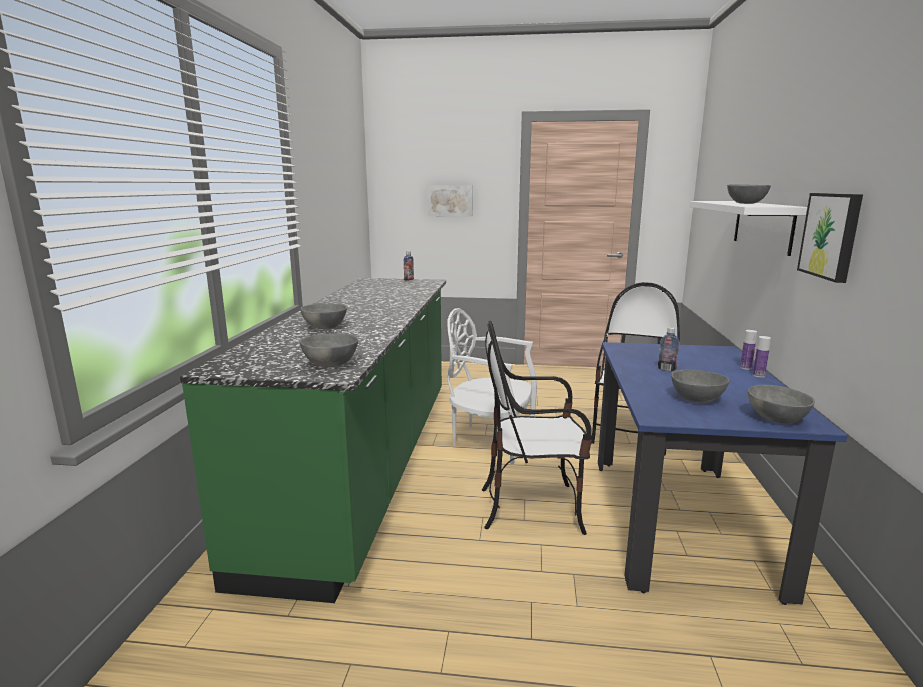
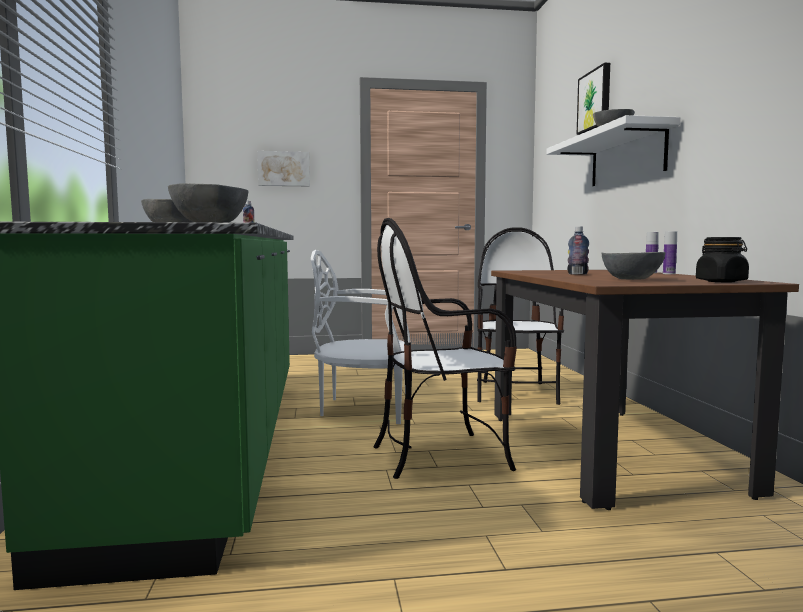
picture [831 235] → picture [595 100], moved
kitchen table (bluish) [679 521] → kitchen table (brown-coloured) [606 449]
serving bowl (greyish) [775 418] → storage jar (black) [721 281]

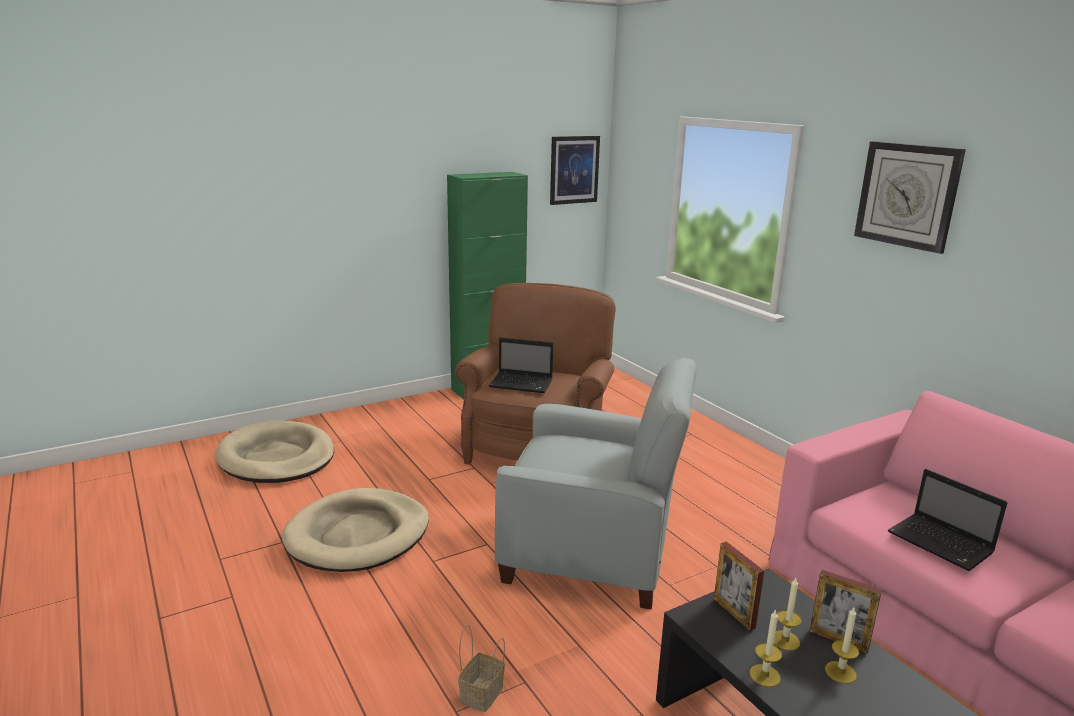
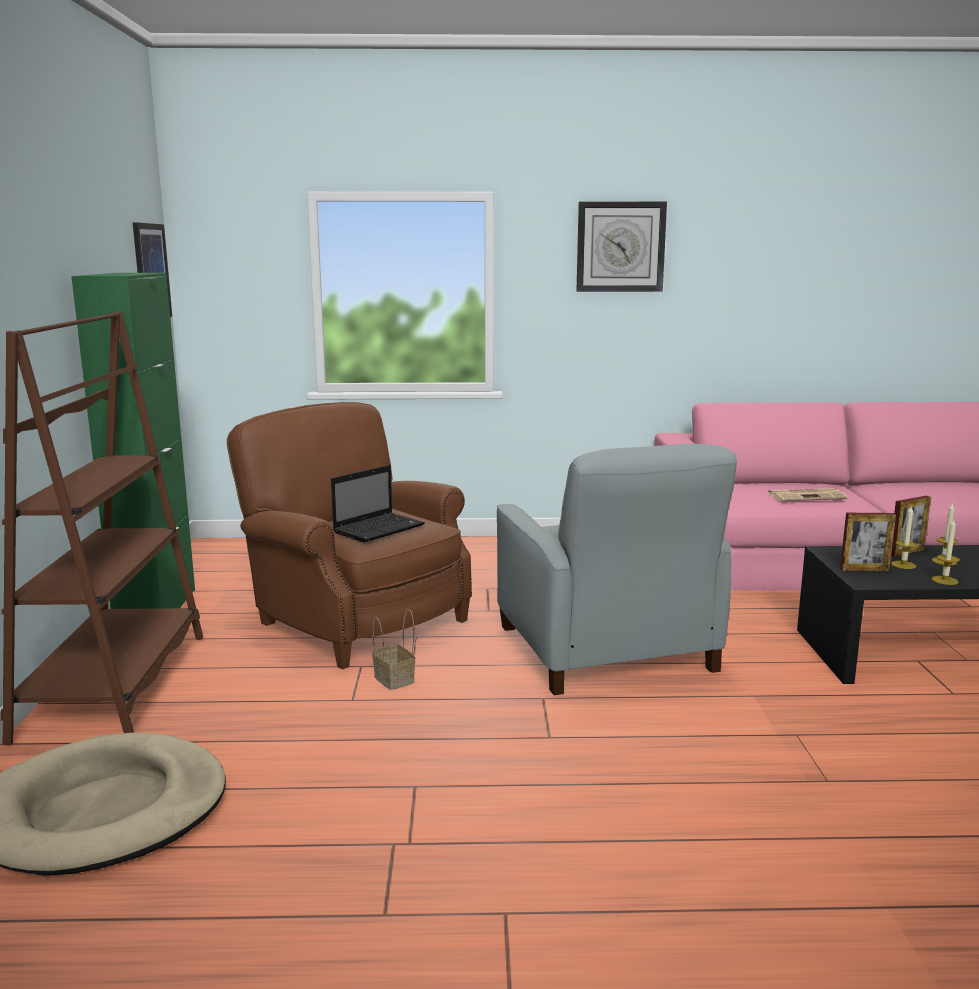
armchair (greyish) [592 551] → armchair (greyish) [606 650], 120 degrees clockwise
laptop [942 544] → newspaper [807 496]
pet bed (beige-coloured) [358 535] → -
basket [481 695] → basket [395 680], moved
- → bookshelf (brown-coloured) [115 685]

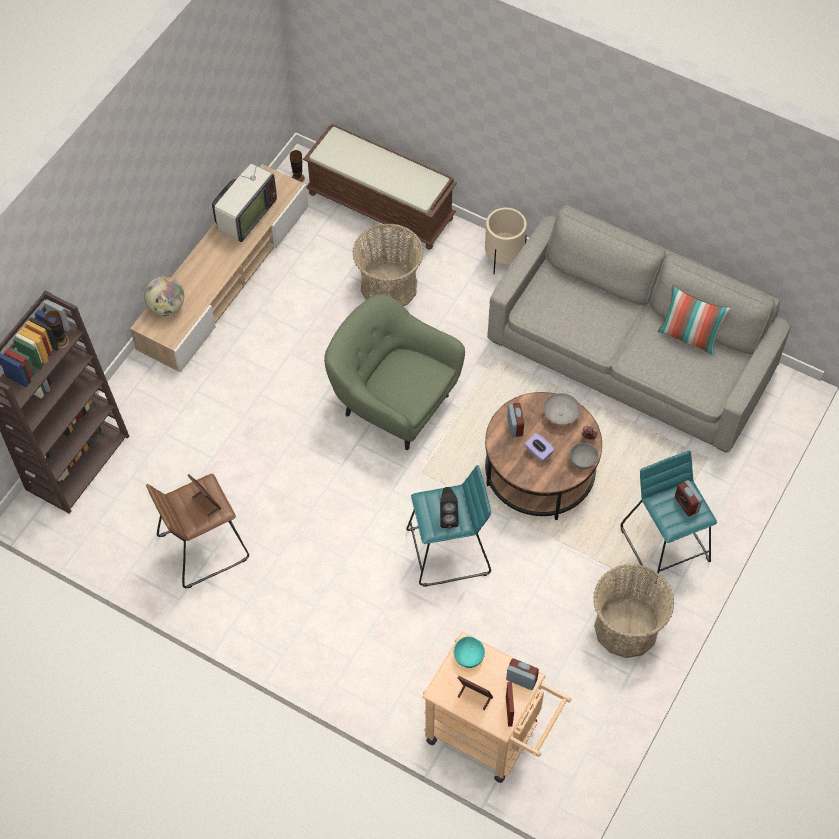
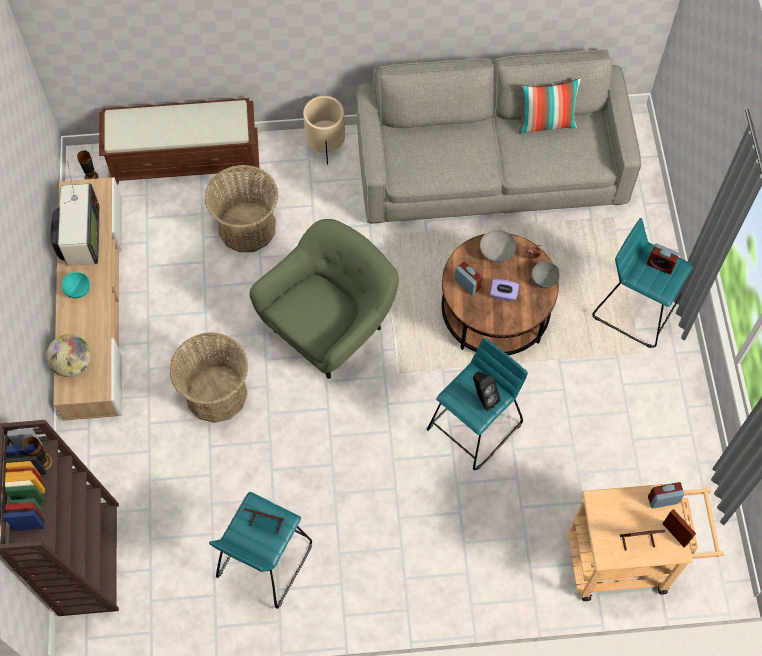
armchair (greenish) [393 403] → armchair (greenish) [330 327], 135 degrees clockwise
stool seat (brown-coloured) [203 547] → stool seat (turquoise) [264 560]
basket [626 627] → basket [216 393], moved
serving bowl (turquoise) [469 656] → serving bowl (turquoise) [78 289], moved

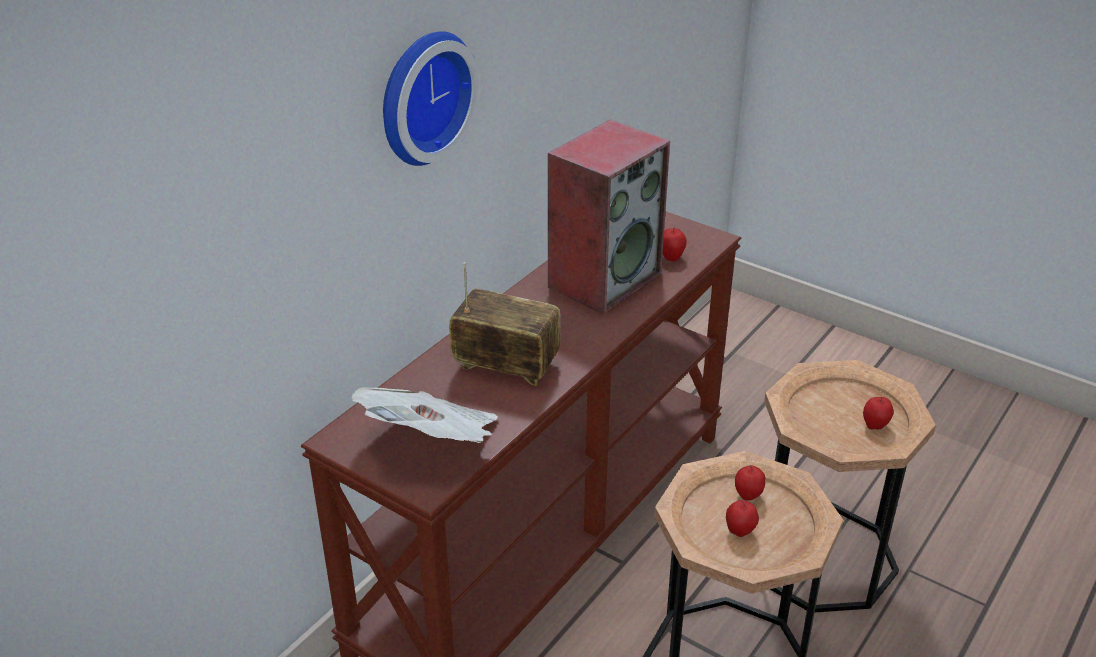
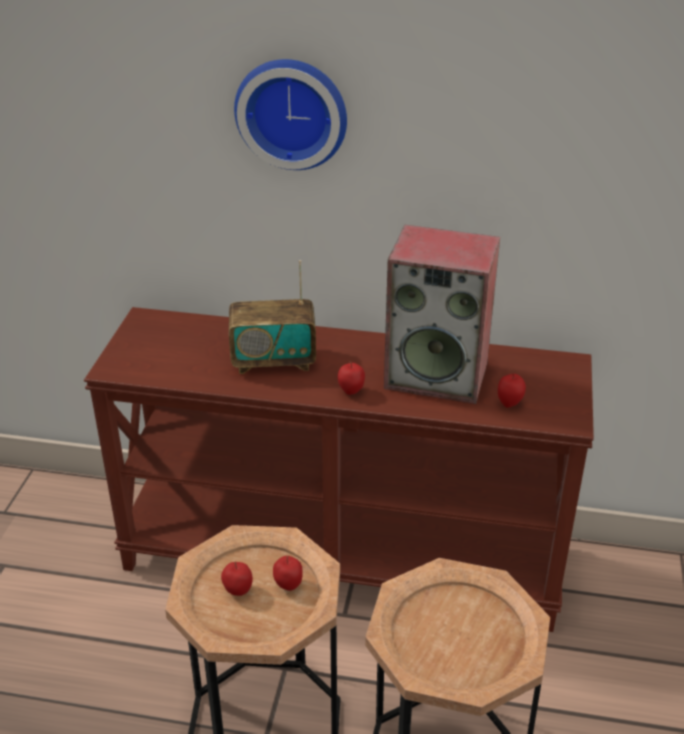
radio [506 366] → radio [273 361], 90 degrees clockwise
newspaper [433 442] → -
apple [875 426] → apple [351 392], moved

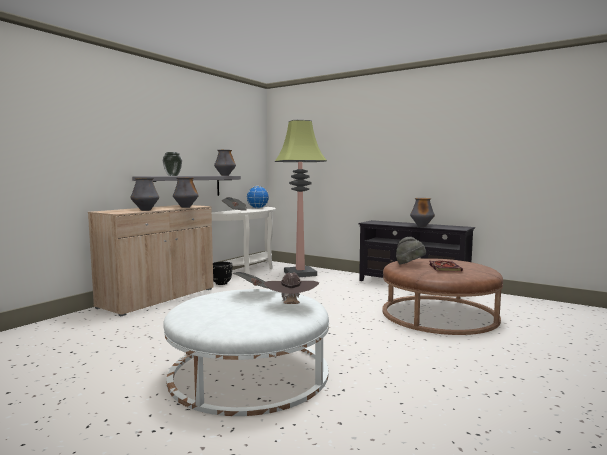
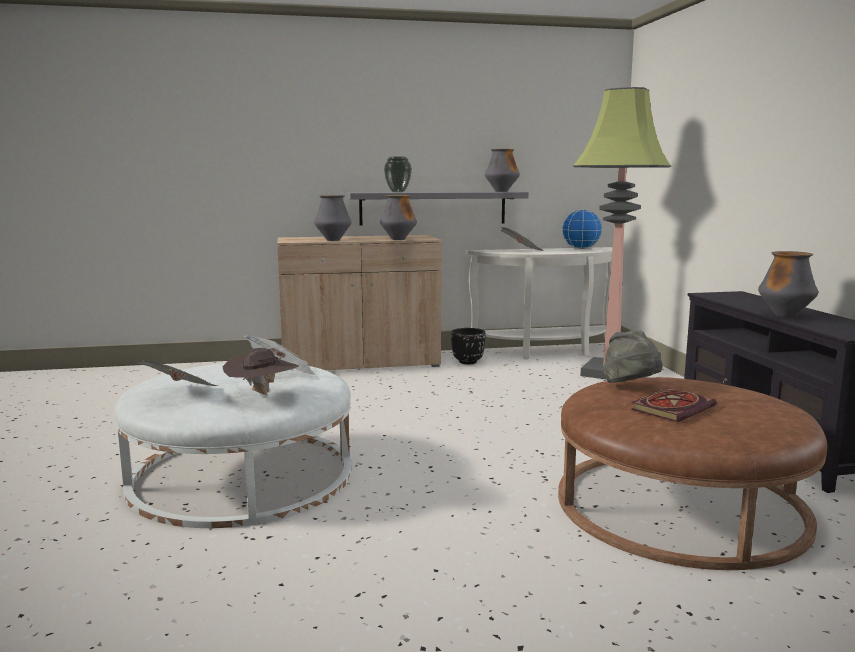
- → newspaper [181 394]

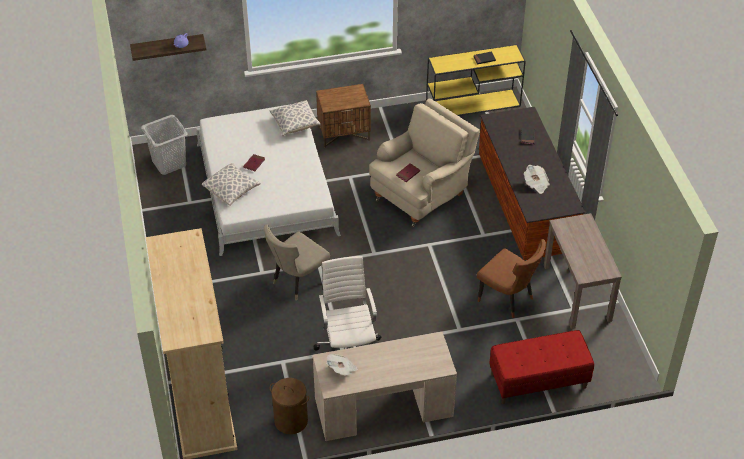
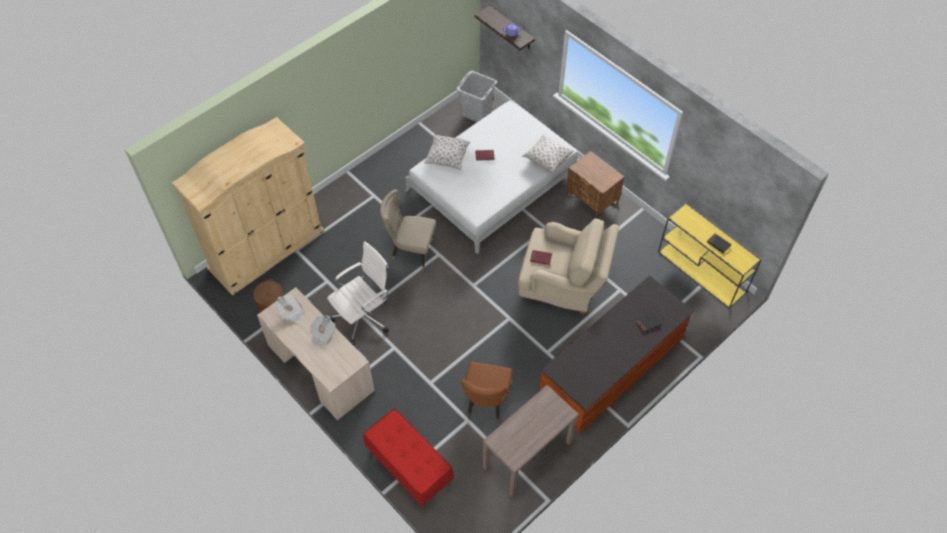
newspaper [536 184] → newspaper [322 334], moved

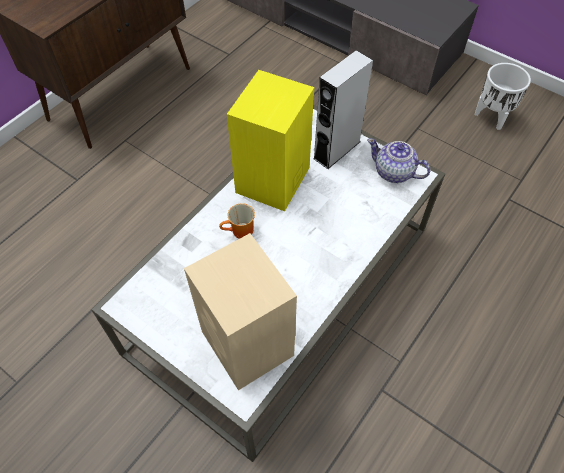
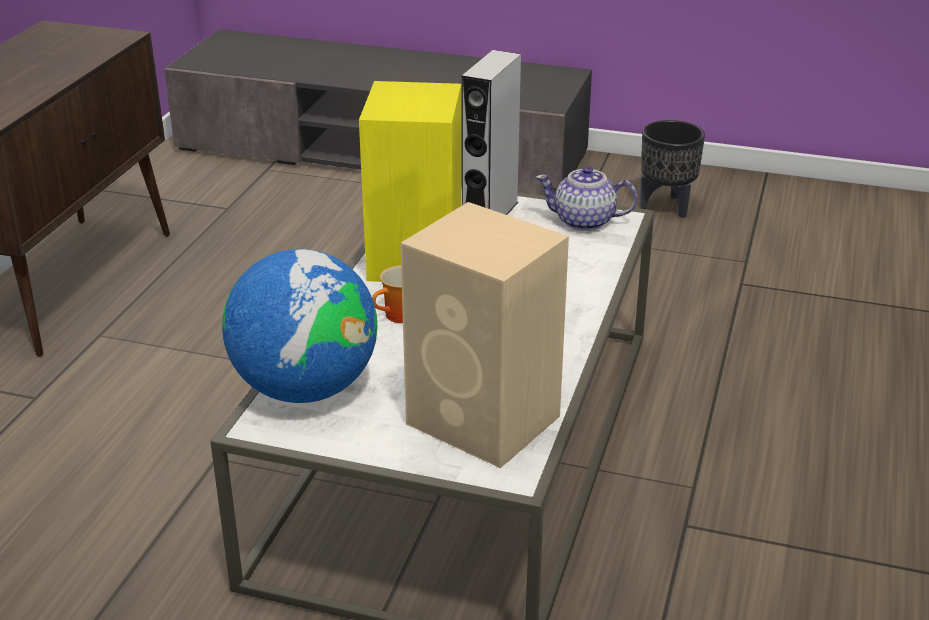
flower pot (white) [492 117] → flower pot (black) [667 206]
- → globe [305 389]

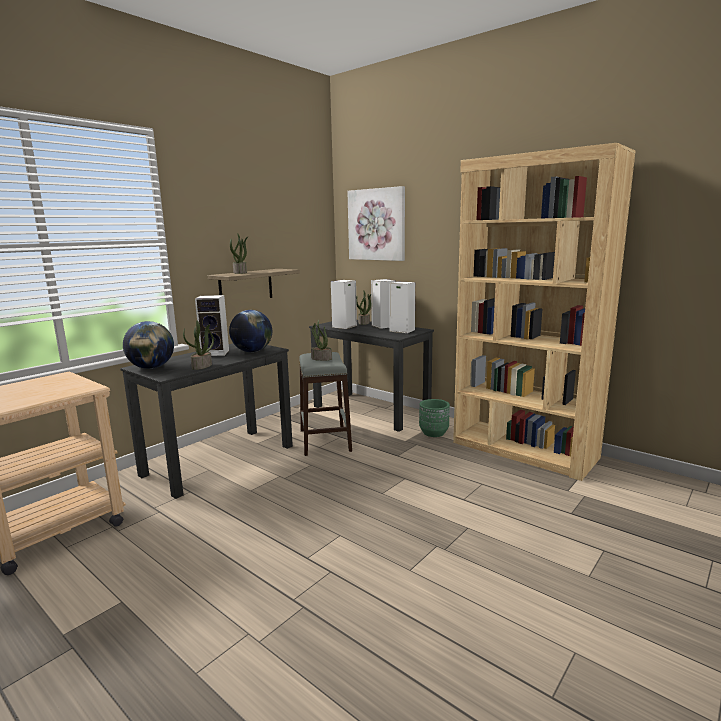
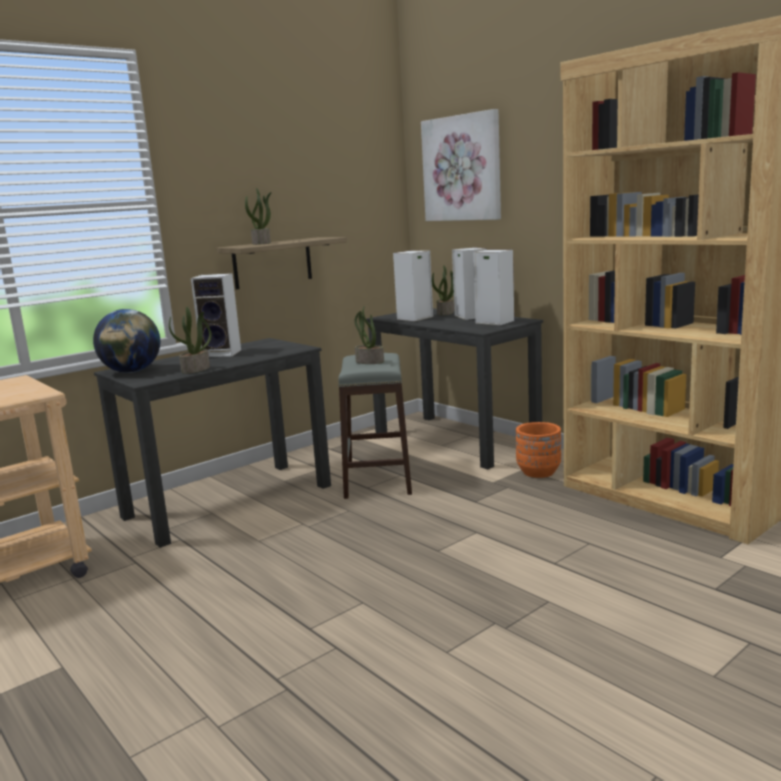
globe [252 351] → -
flower pot (greenish) [434 433] → flower pot (orange-coloured) [538 472]

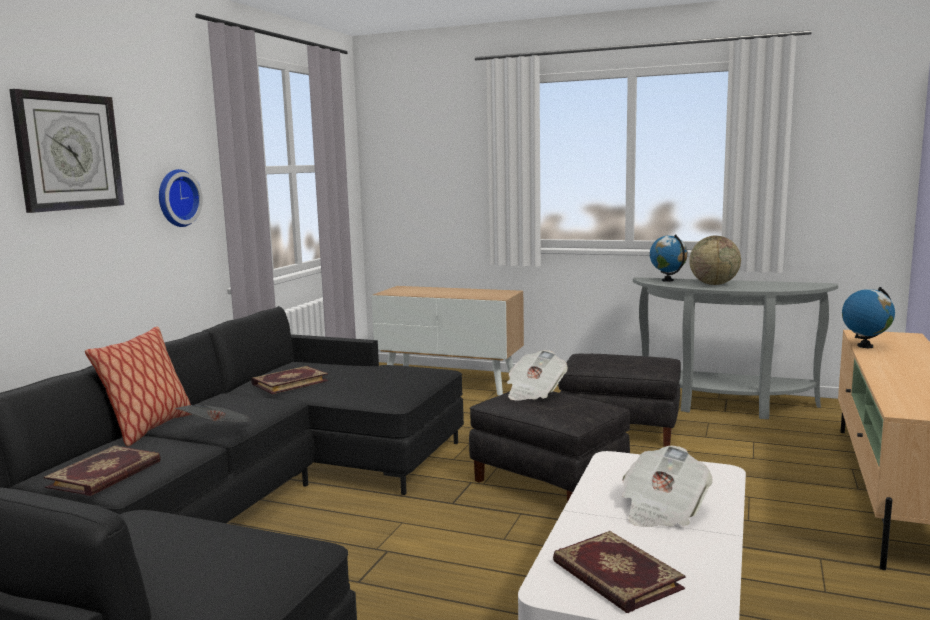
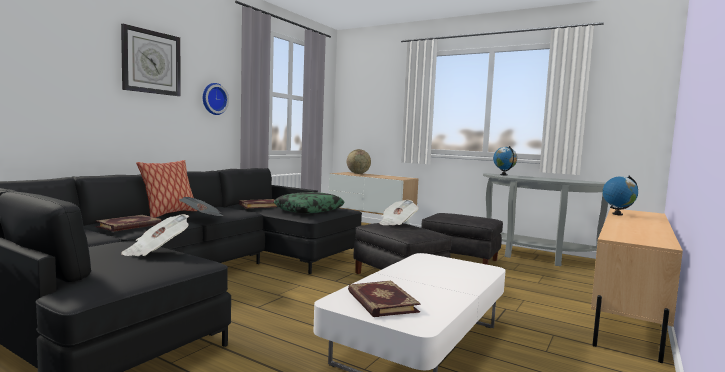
globe [714 284] → globe [358 173], moved
newspaper [662 510] → newspaper [156 251], moved
- → throw pillow [309 210]

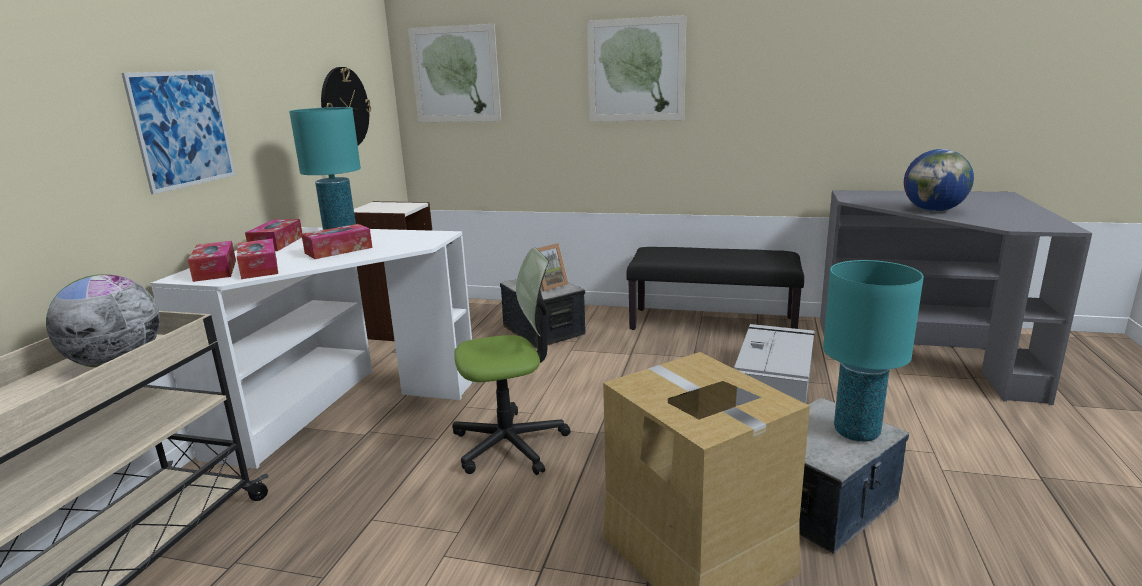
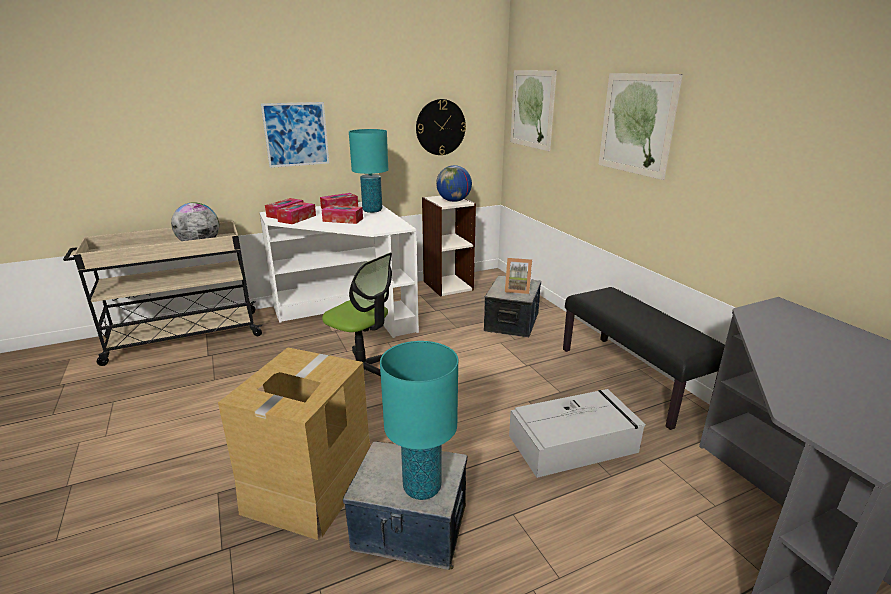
globe [933 210] → globe [454 201], moved

